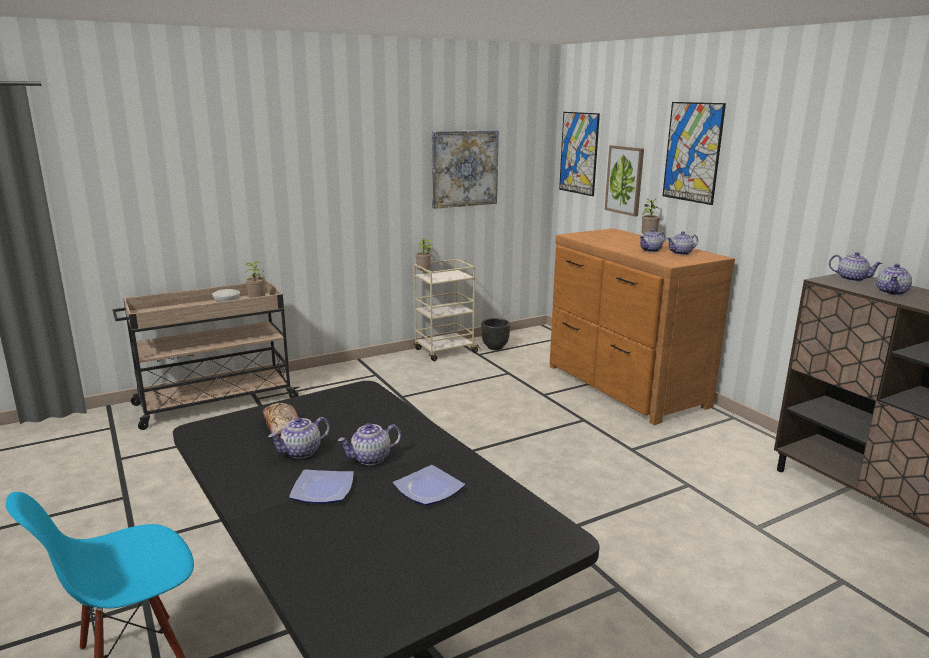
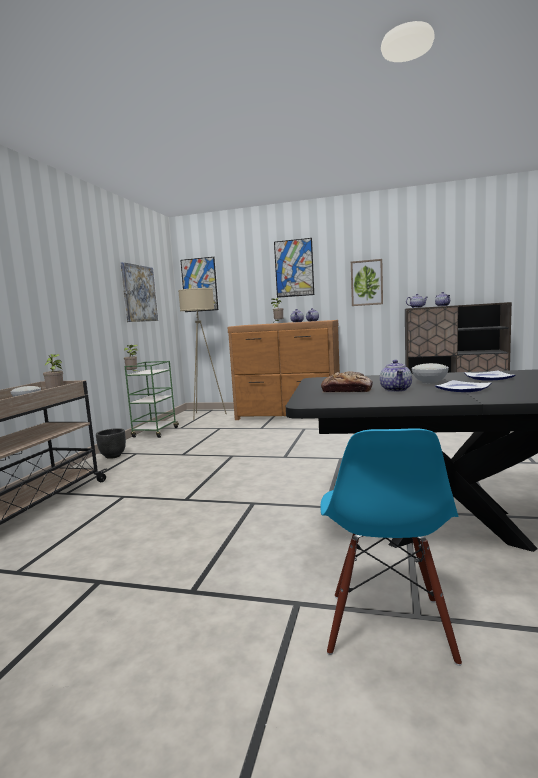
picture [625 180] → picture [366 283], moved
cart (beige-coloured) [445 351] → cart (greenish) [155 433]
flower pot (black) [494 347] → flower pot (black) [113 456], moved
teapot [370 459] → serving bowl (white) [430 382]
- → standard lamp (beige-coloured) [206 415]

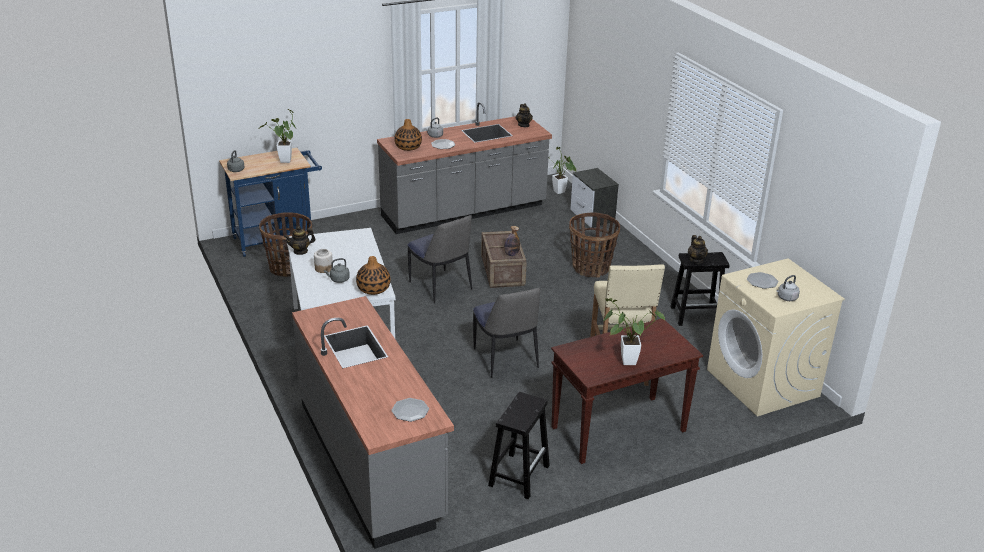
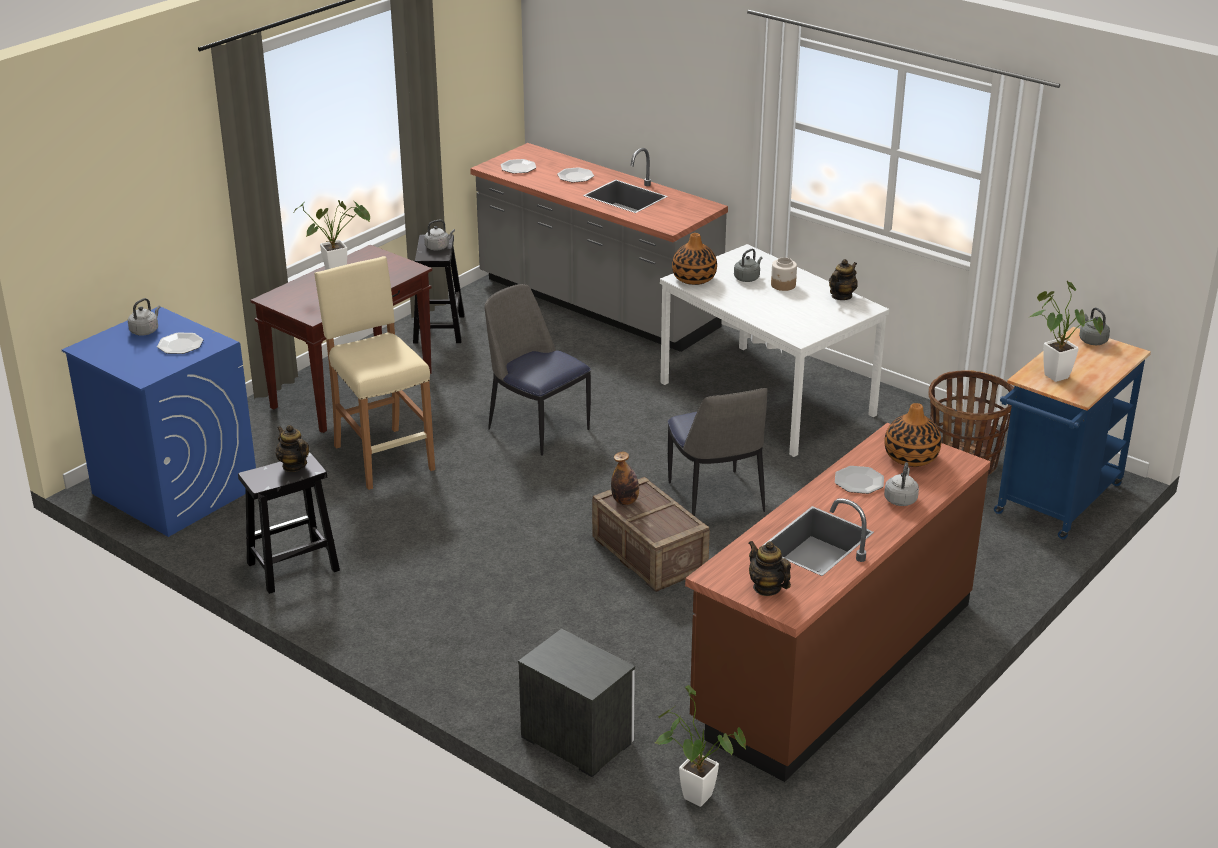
kitchen base unit (greyish) [464 212] → kitchen base unit (brown-coloured) [833 664]
basket [591 268] → -
plain chair [441 287] → plain chair [716 499], 135 degrees counterclockwise
laundry appliance (beige-coloured) [763 383] → laundry appliance (bluish) [174 490]
- → dinner plate [575 176]
- → kettle (greyish) [438 247]

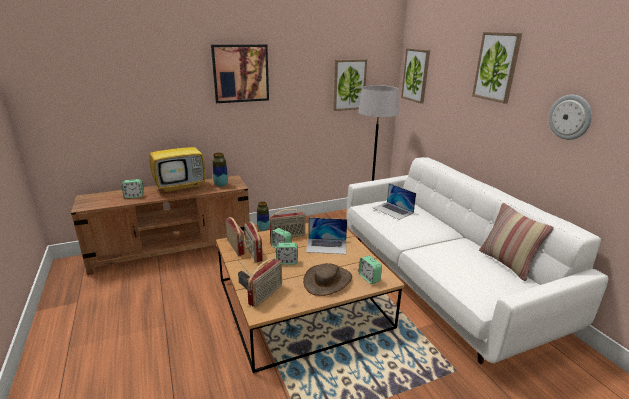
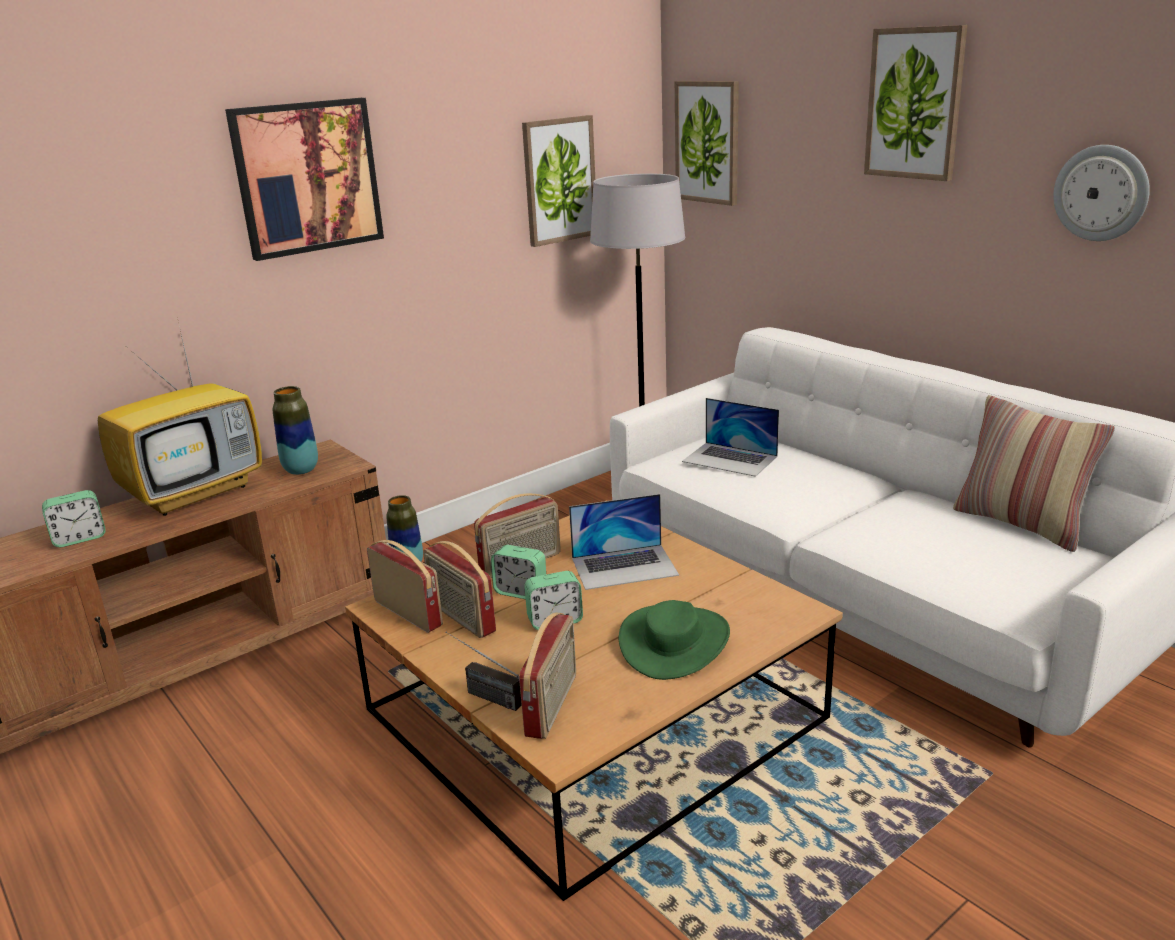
bedside clock [369 278] → -
clothing hat (brown-coloured) [328 281] → clothing hat (greenish) [675 642]

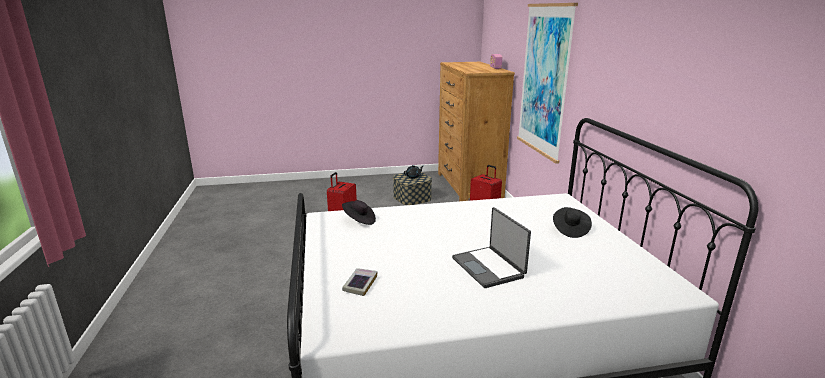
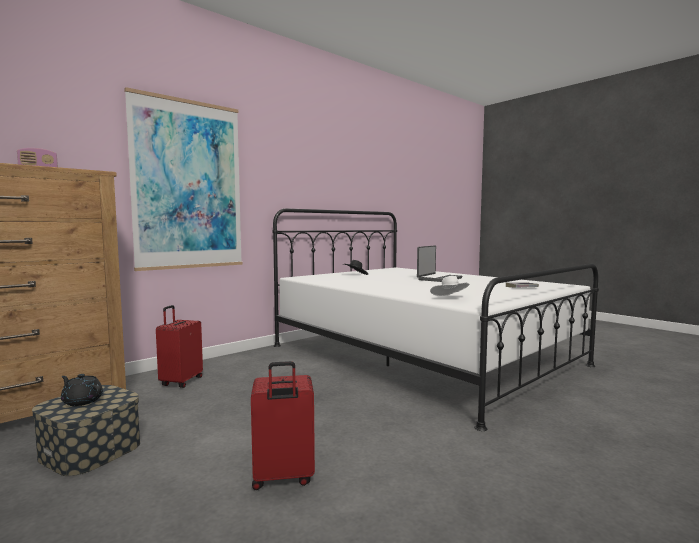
clothing hat (black) [359 220] → clothing hat (white) [450 298]

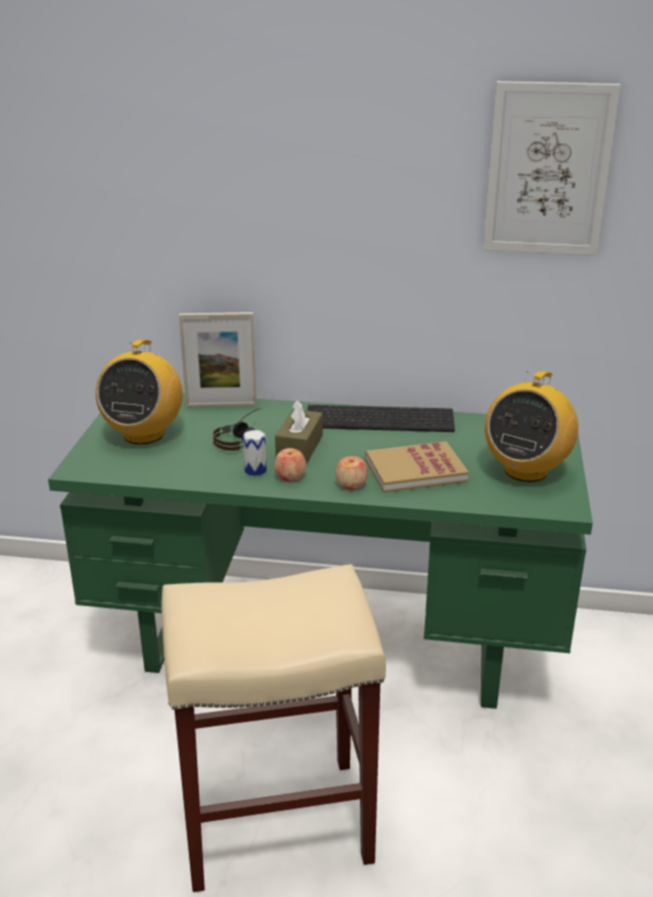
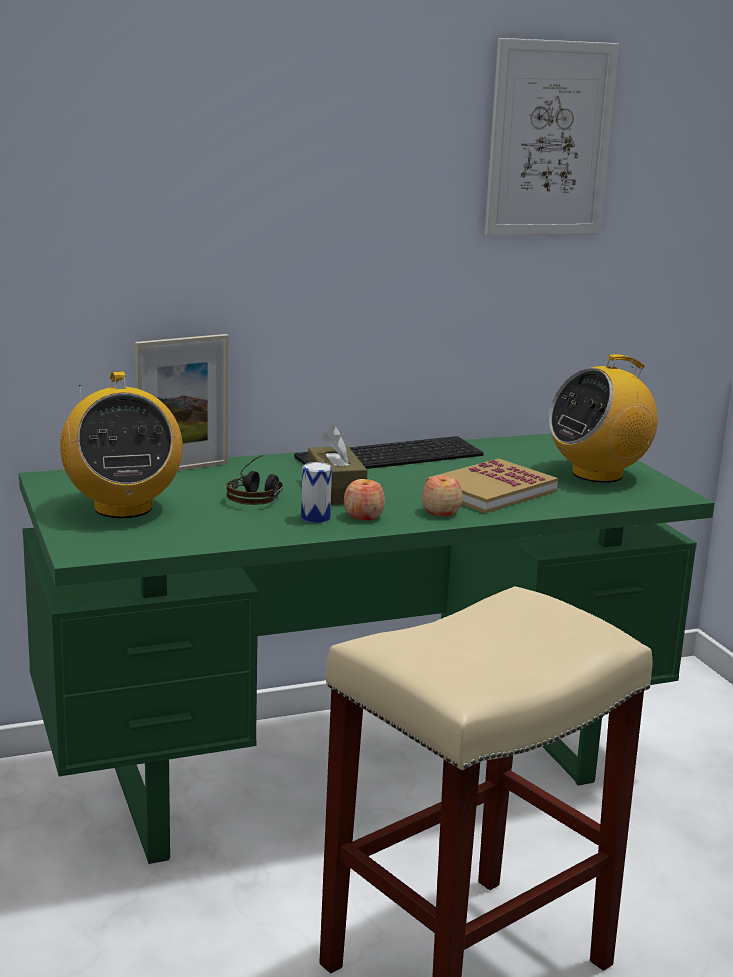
radio [526 470] → radio [598 474], 60 degrees clockwise

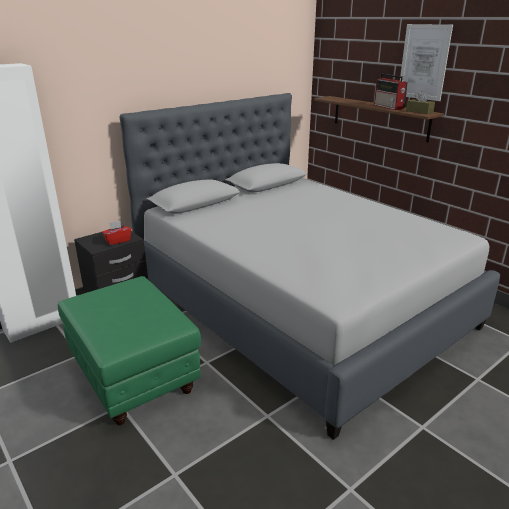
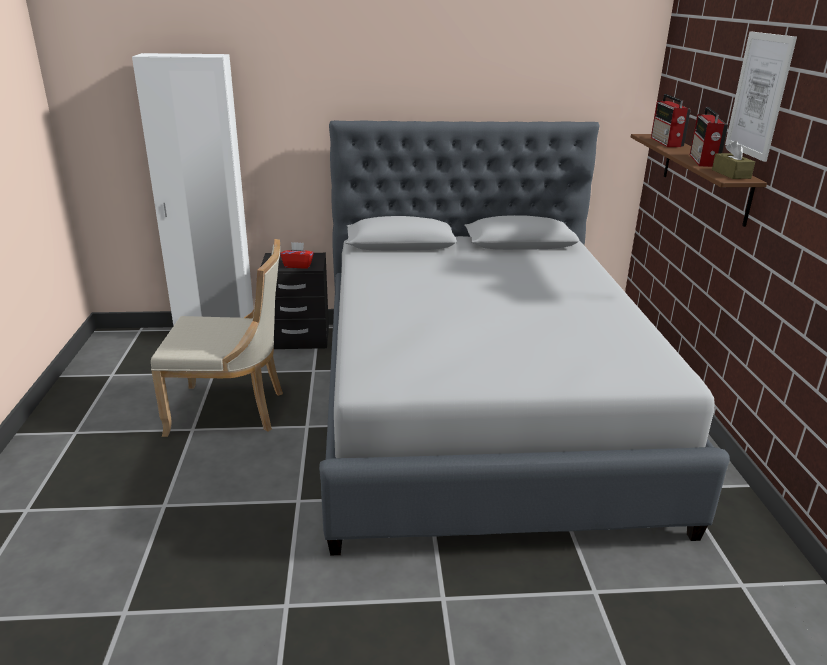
ottoman (greenish) [135 377] → plain chair (beige-coloured) [232 411]
- → radio [666 142]

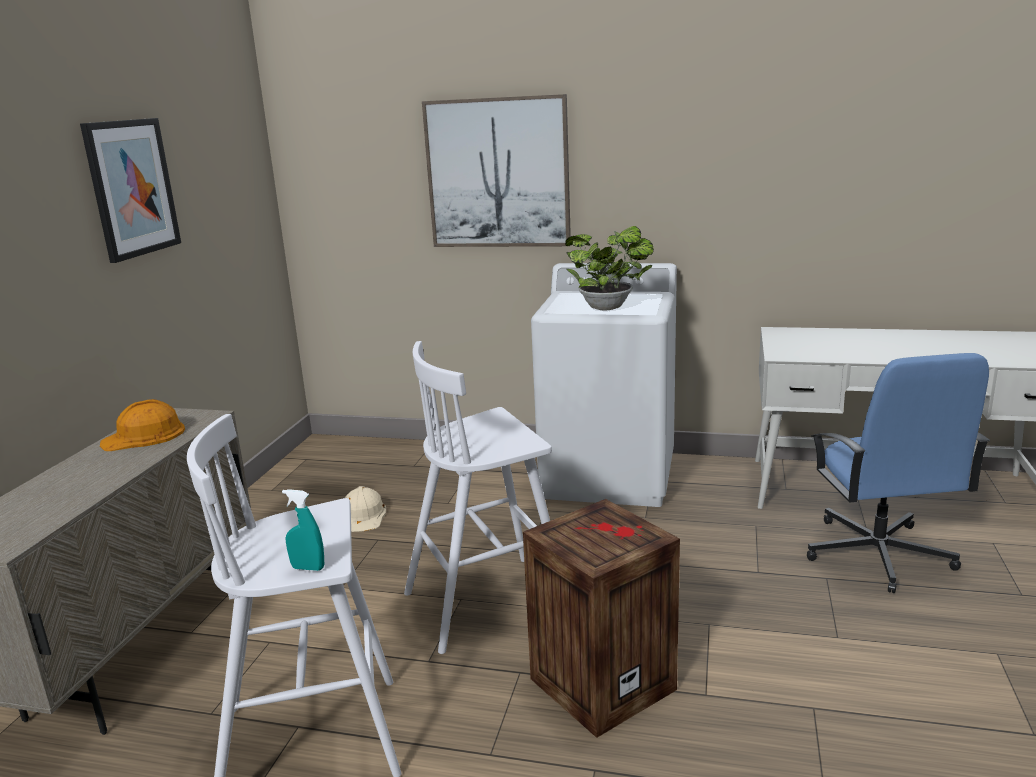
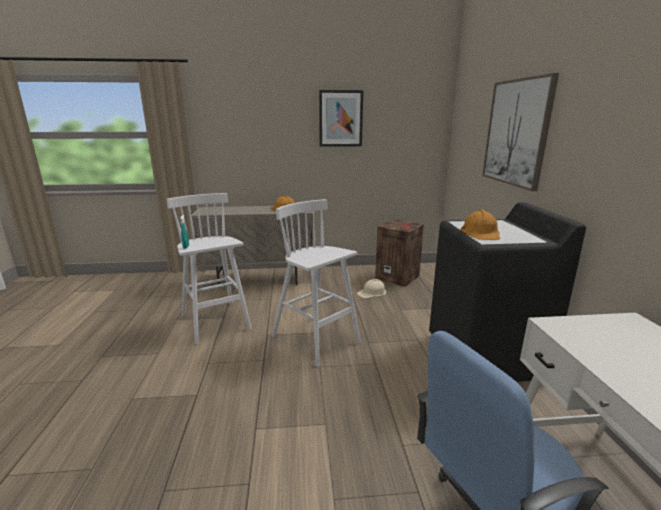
potted plant [609 308] → hard hat (orange-coloured) [481 232]
laundry appliance (white) [610 476] → laundry appliance (black) [484 356]
shipping crate [602 682] → shipping crate [398 277], moved

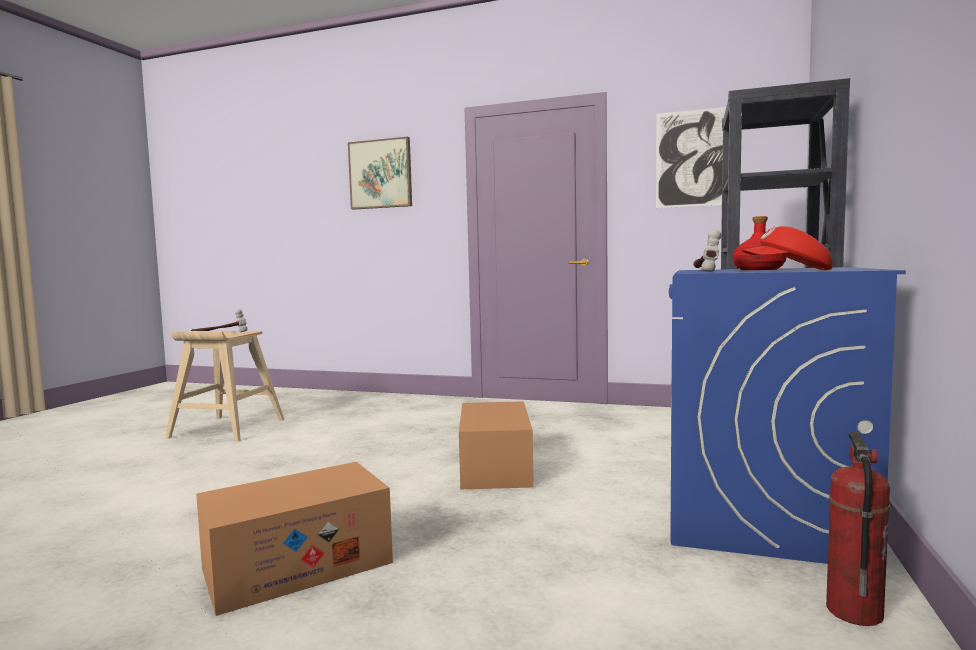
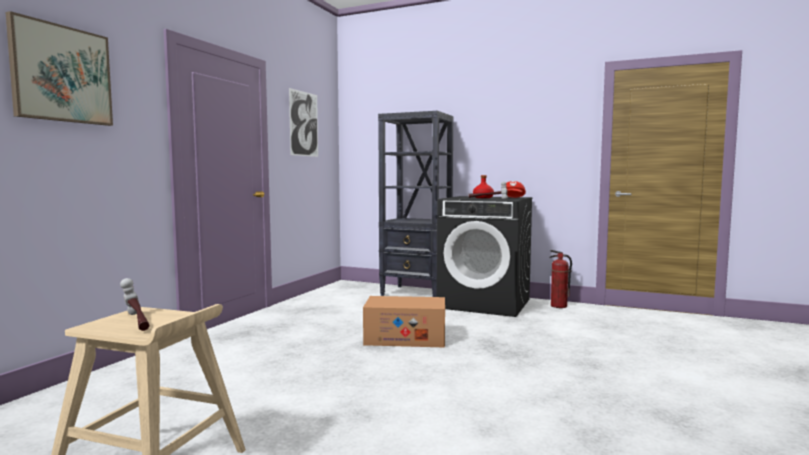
laundry appliance (bluish) [761 516] → laundry appliance (black) [485 303]
carton [297 565] → -

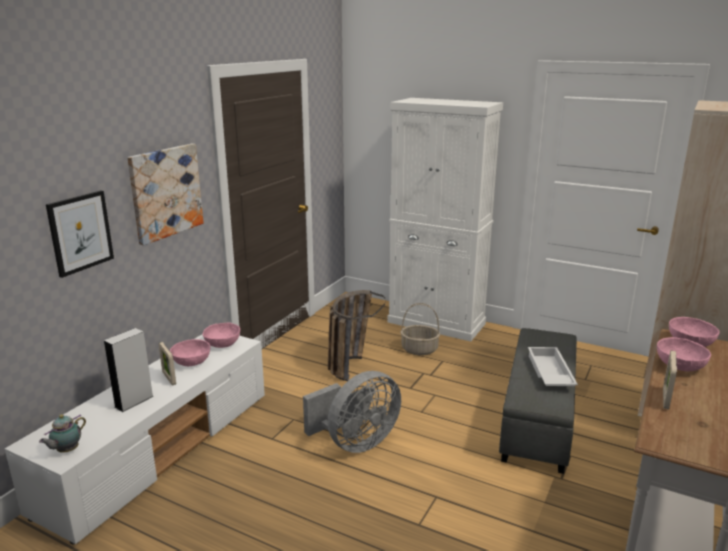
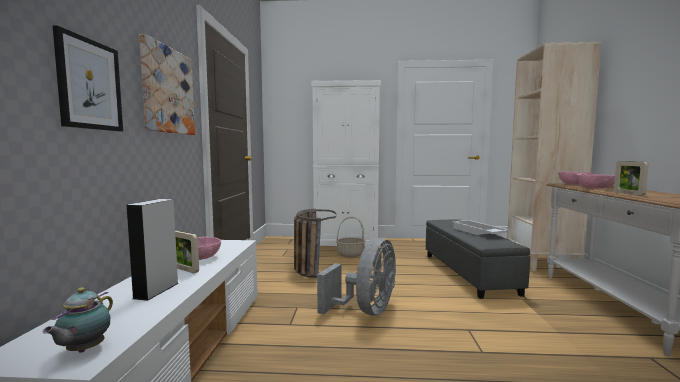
serving bowl (pink-coloured) [222 344] → -

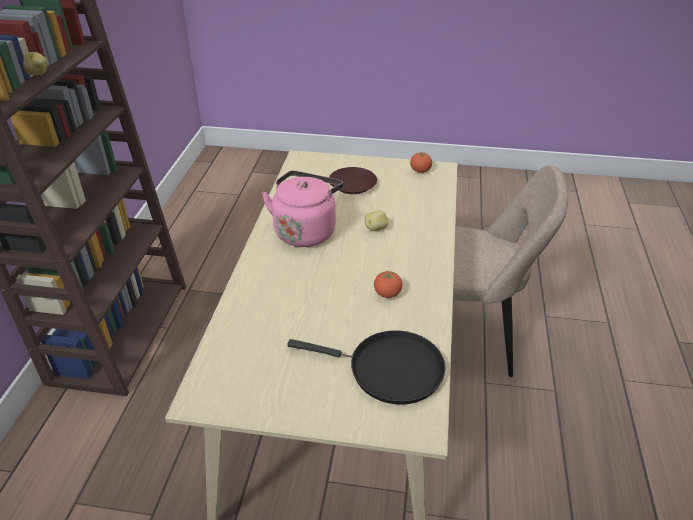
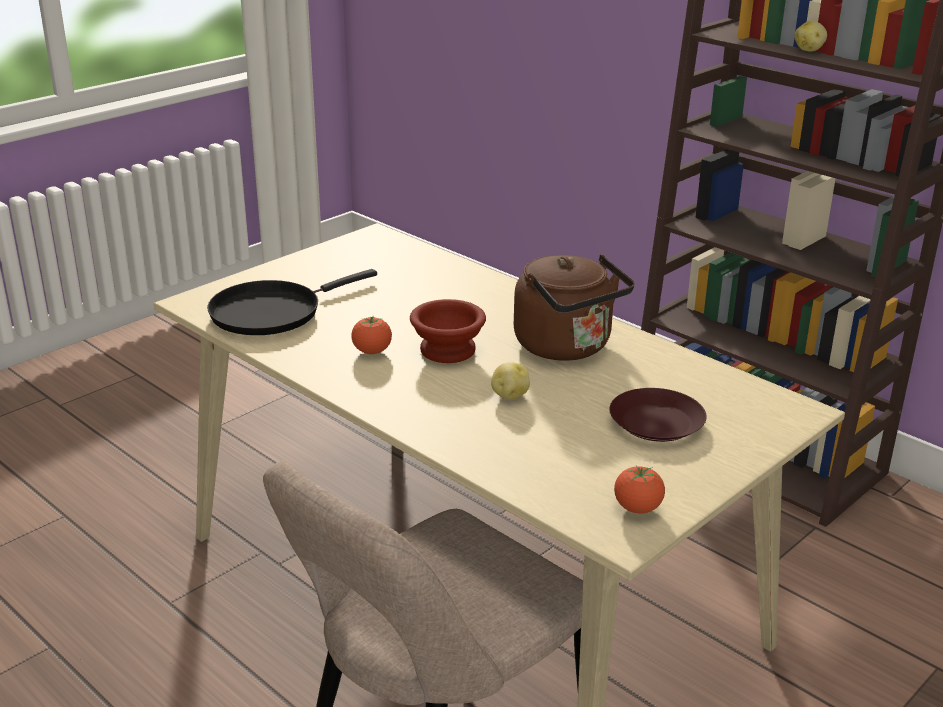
kettle (pink-coloured) [306 231] → kettle (brown-coloured) [567 347]
- → serving bowl (brown-coloured) [445 351]

